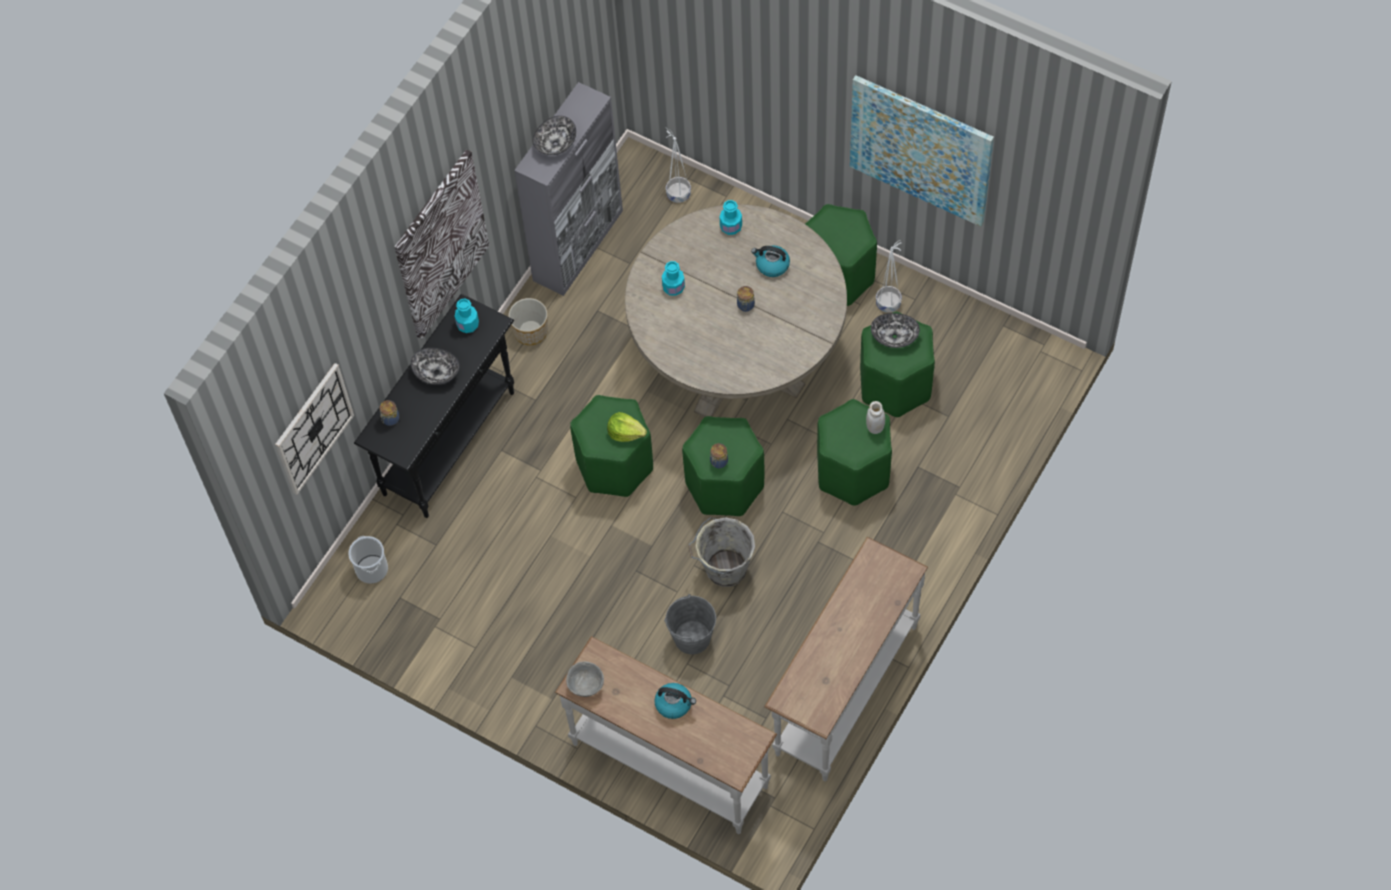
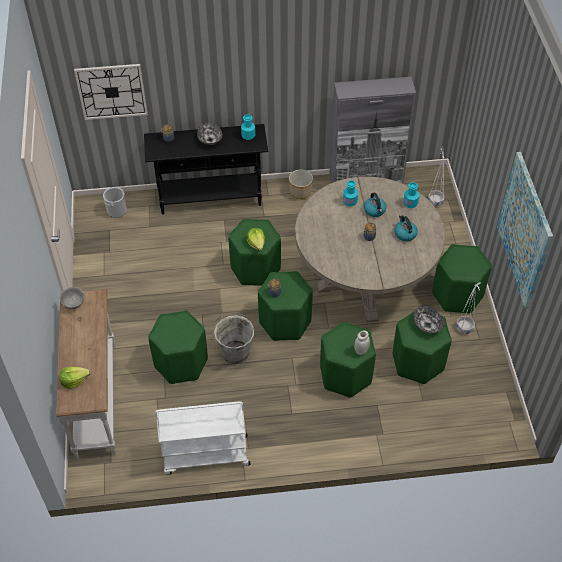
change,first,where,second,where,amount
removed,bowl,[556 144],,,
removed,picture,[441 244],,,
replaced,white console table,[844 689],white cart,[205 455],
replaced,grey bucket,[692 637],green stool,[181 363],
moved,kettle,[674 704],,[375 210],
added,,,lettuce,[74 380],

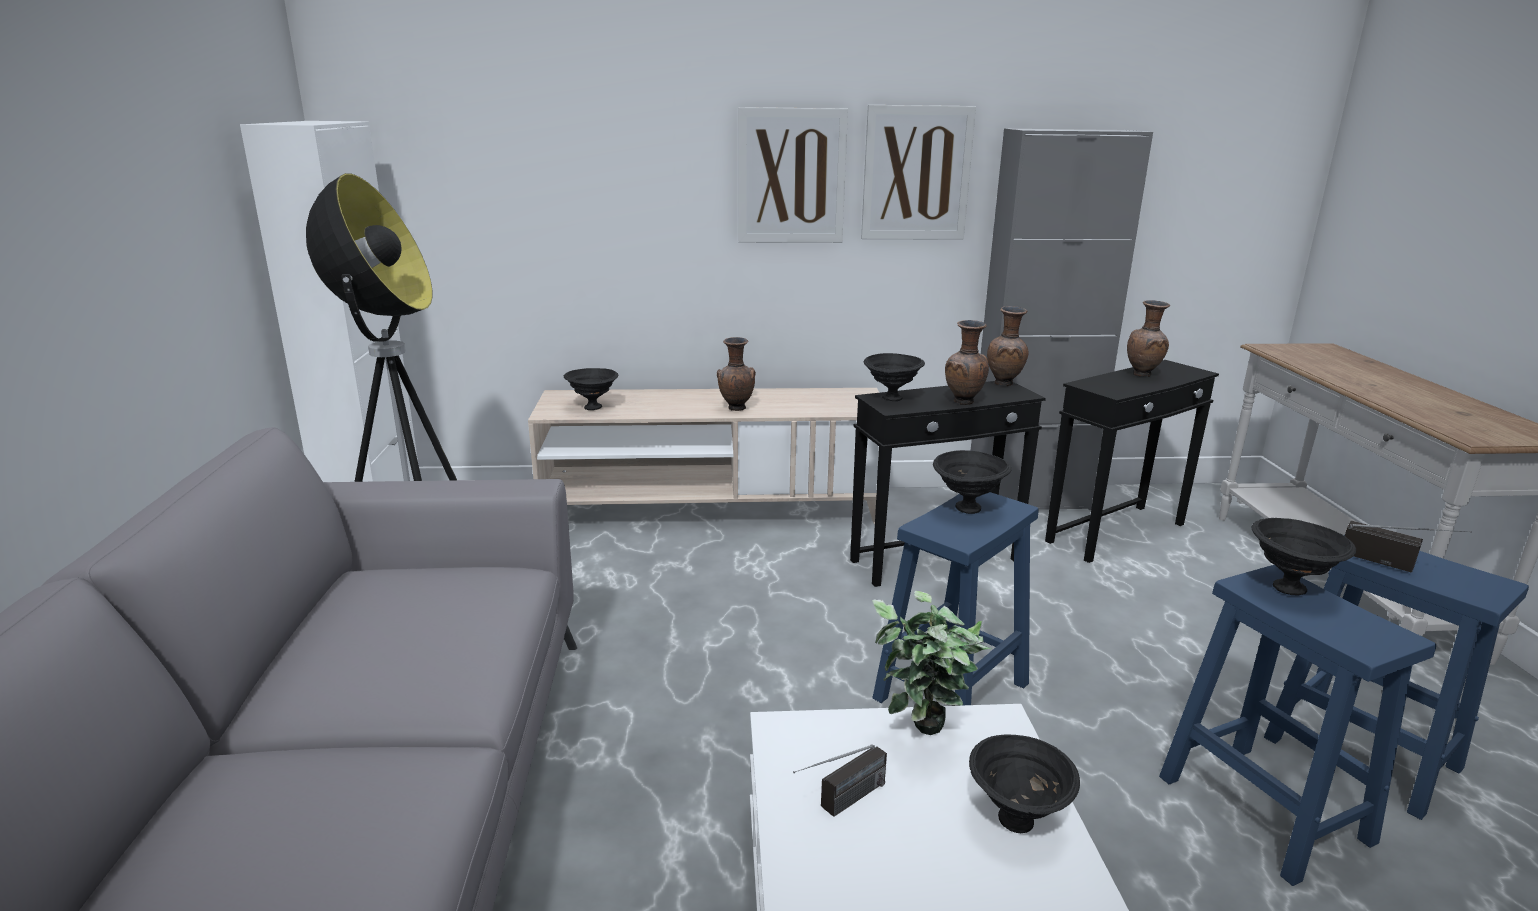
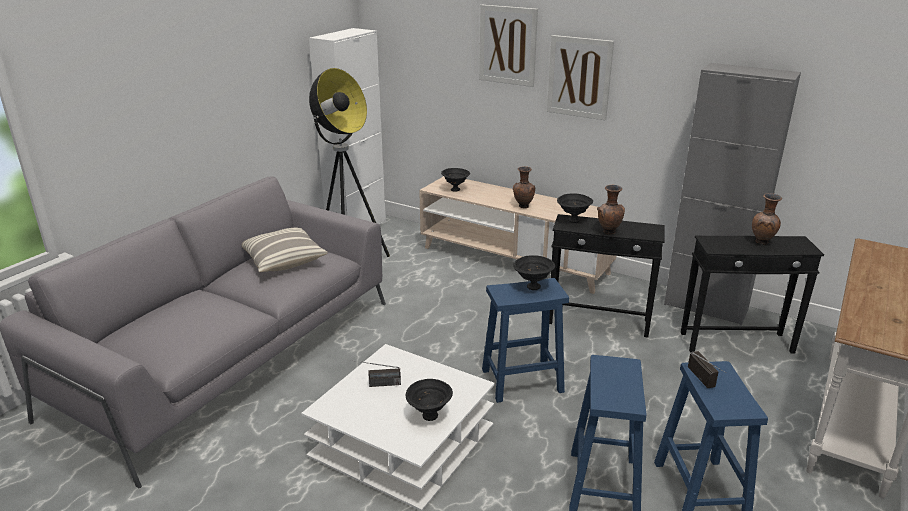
change,first,where,second,where,amount
moved,picture,[916 173],,[508 45],
removed,brown vase,[1004 384],,,
removed,black bowl,[1288 587],,,
removed,potted plant,[922 740],,,
added,,,pillow,[283 260],

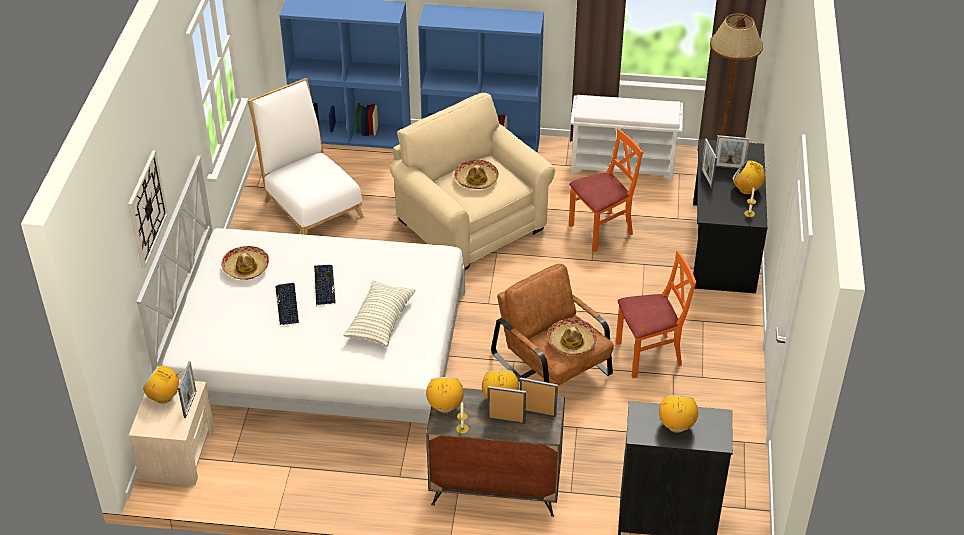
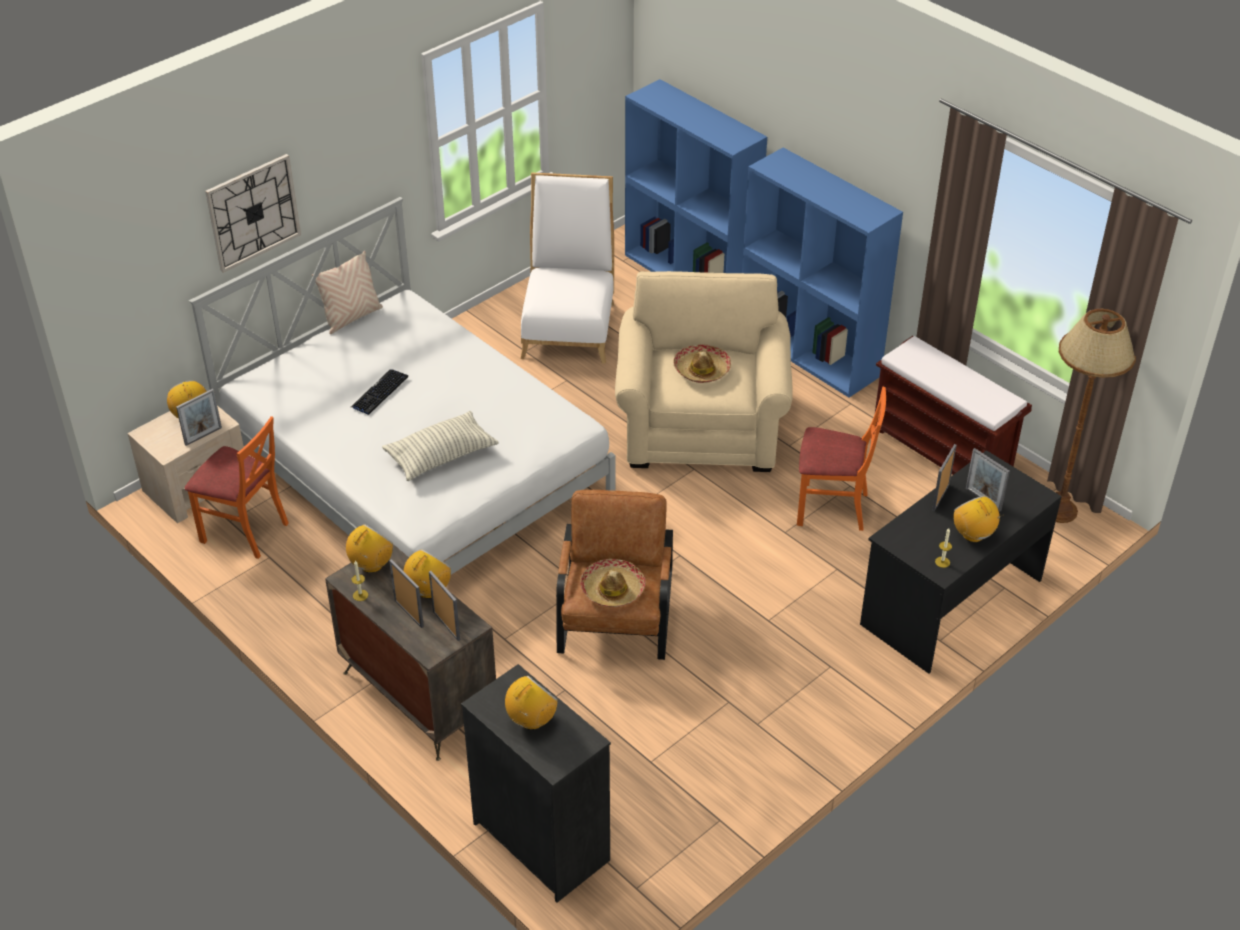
change,first,where,second,where,amount
recoloured,white bench,[623 164],brown bench,[942 452],
removed,hat,[246 267],,,
moved,orange chair,[649 355],,[245 531],
removed,keyboard,[324 285],,,
added,,,beige pillow,[352 317],

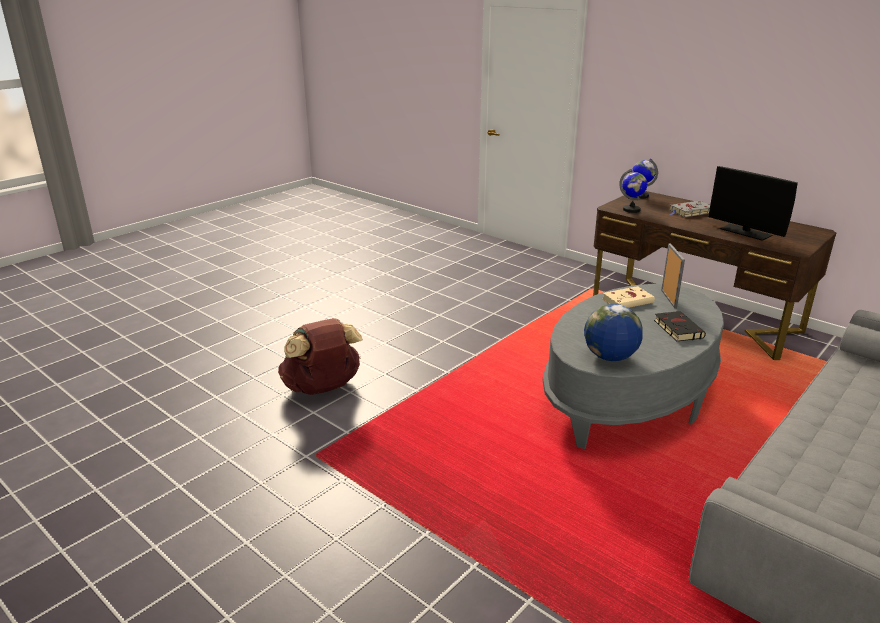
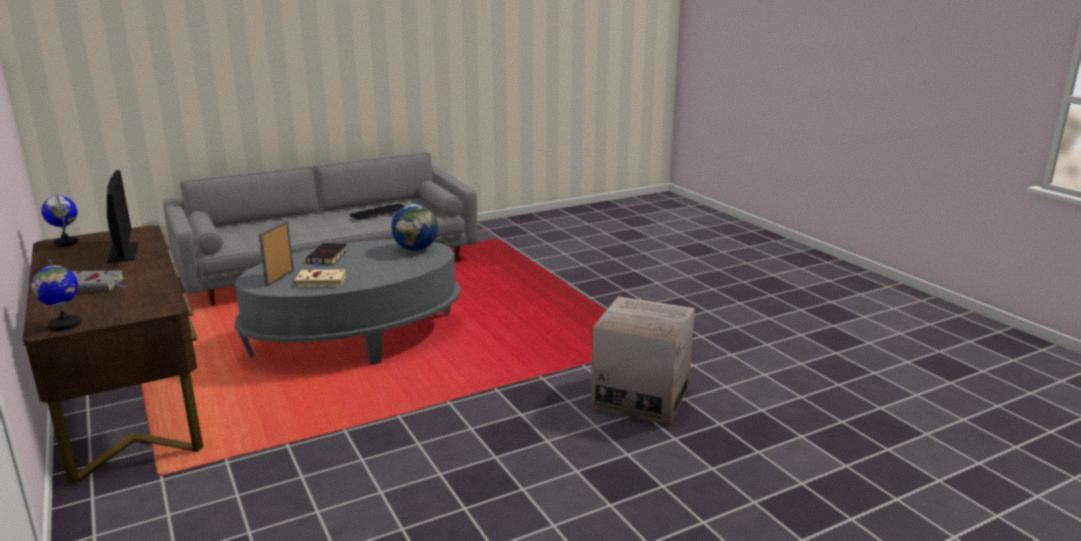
change,first,where,second,where,amount
moved,globe,[631 210],,[66 243],
replaced,brown backpack,[322 388],cardboard box,[641 397],
added,,,keyboard,[379 213],

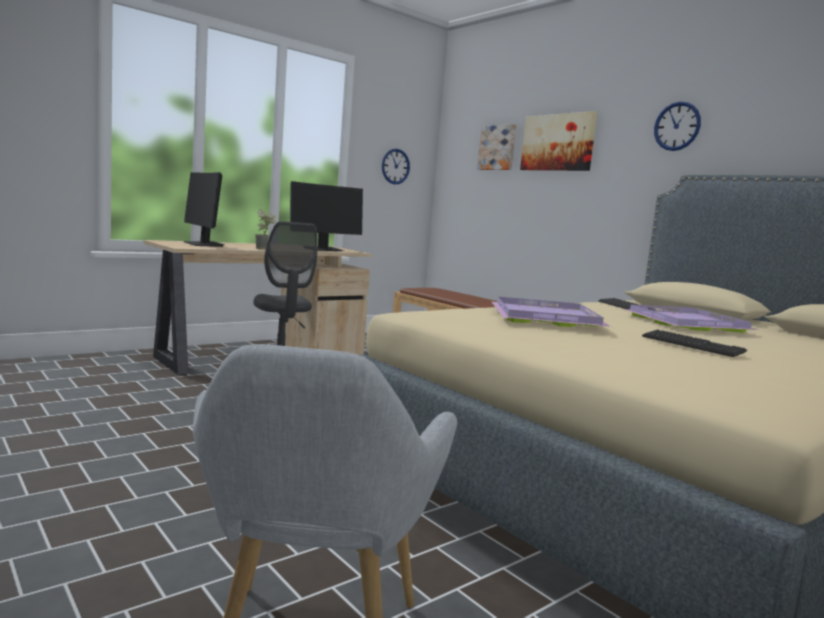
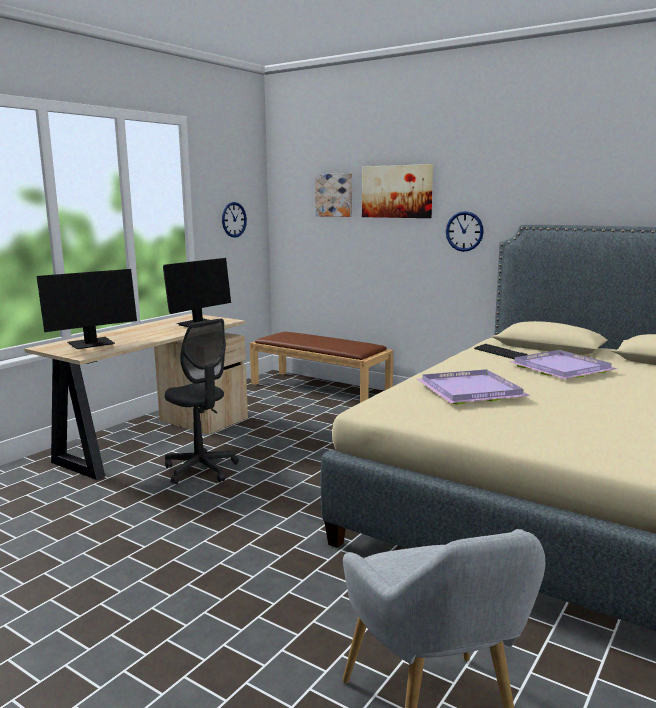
change,first,where,second,where,amount
moved,wall clock,[677 126],,[464 231],
turned,monitor,[203 244],,[91 344],75 degrees counterclockwise
removed,potted plant,[264 249],,,
removed,keyboard,[692 345],,,

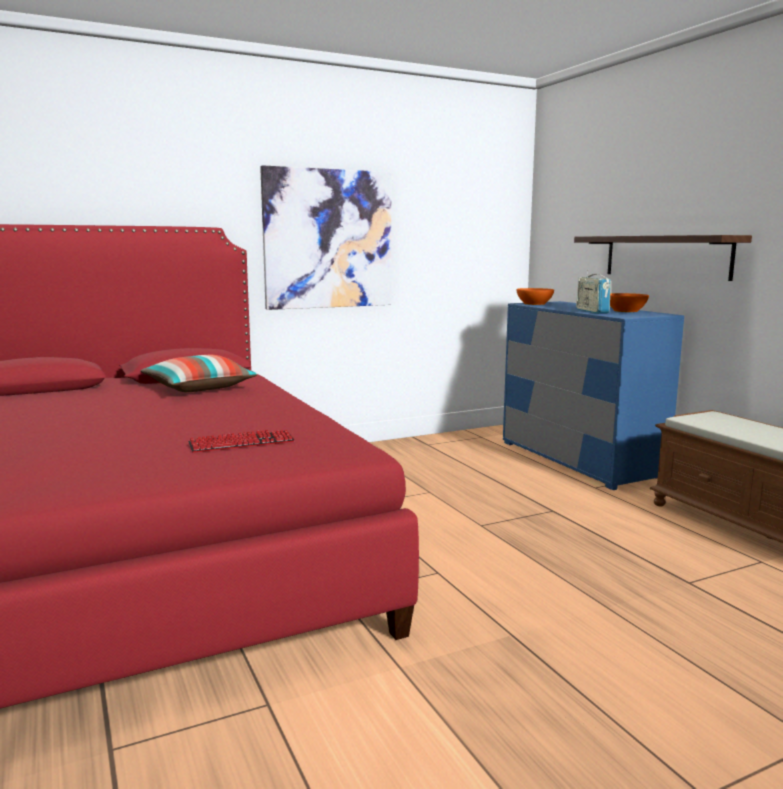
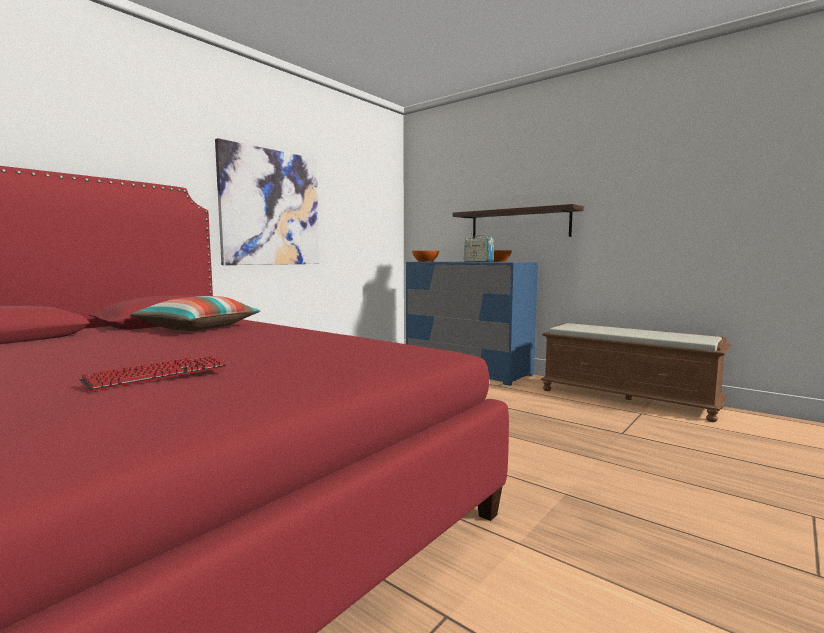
change,first,where,second,where,amount
moved,keyboard,[242 443],,[158 375],

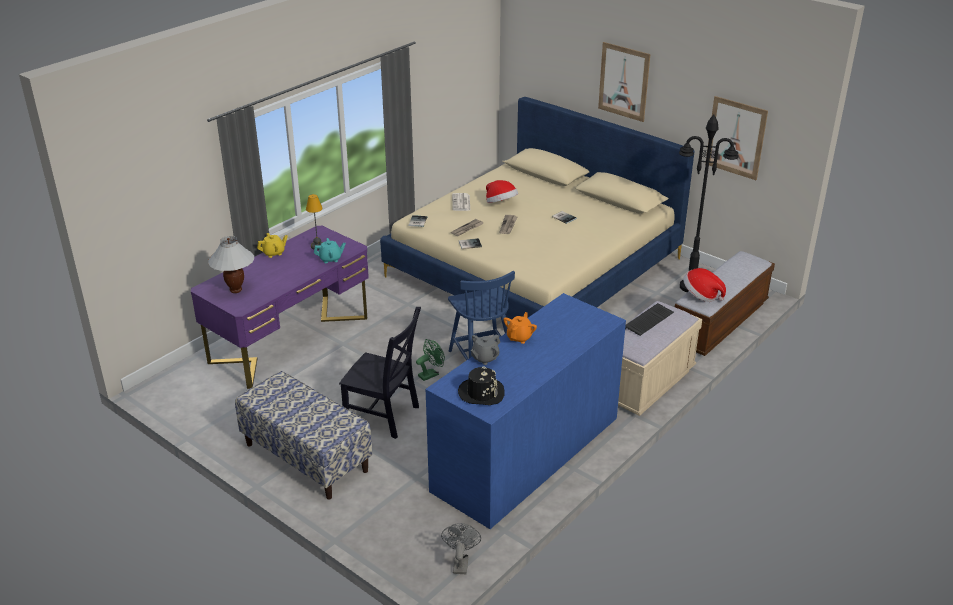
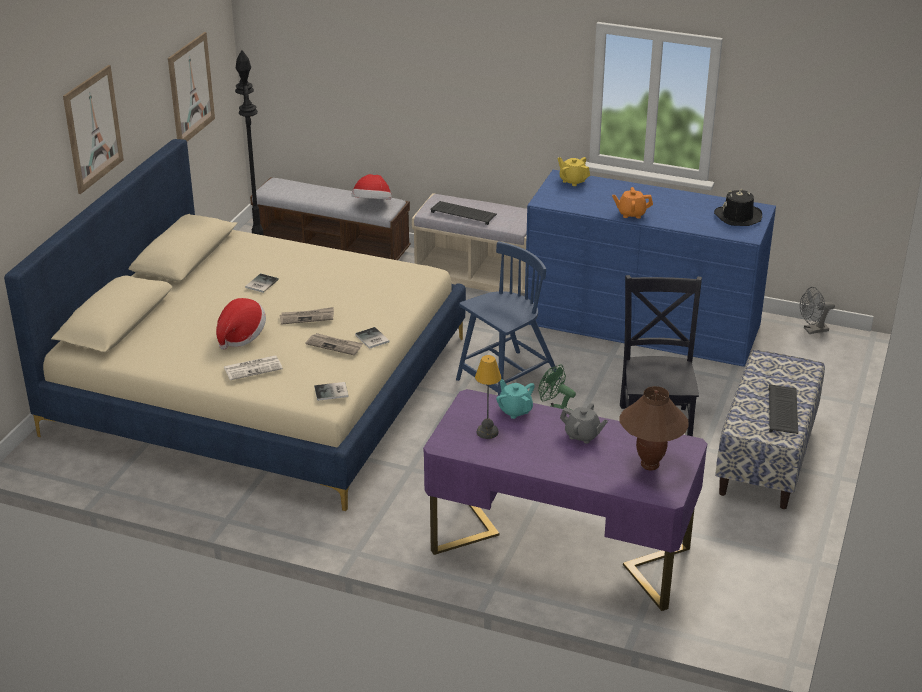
change,first,where,second,where,amount
moved,yellow teapot,[273 253],,[573 181],
recoloured,white table lamp,[235 290],brown table lamp,[650 465],
moved,grey teapot,[484 358],,[582 435],
added,,,keyboard,[783 411],

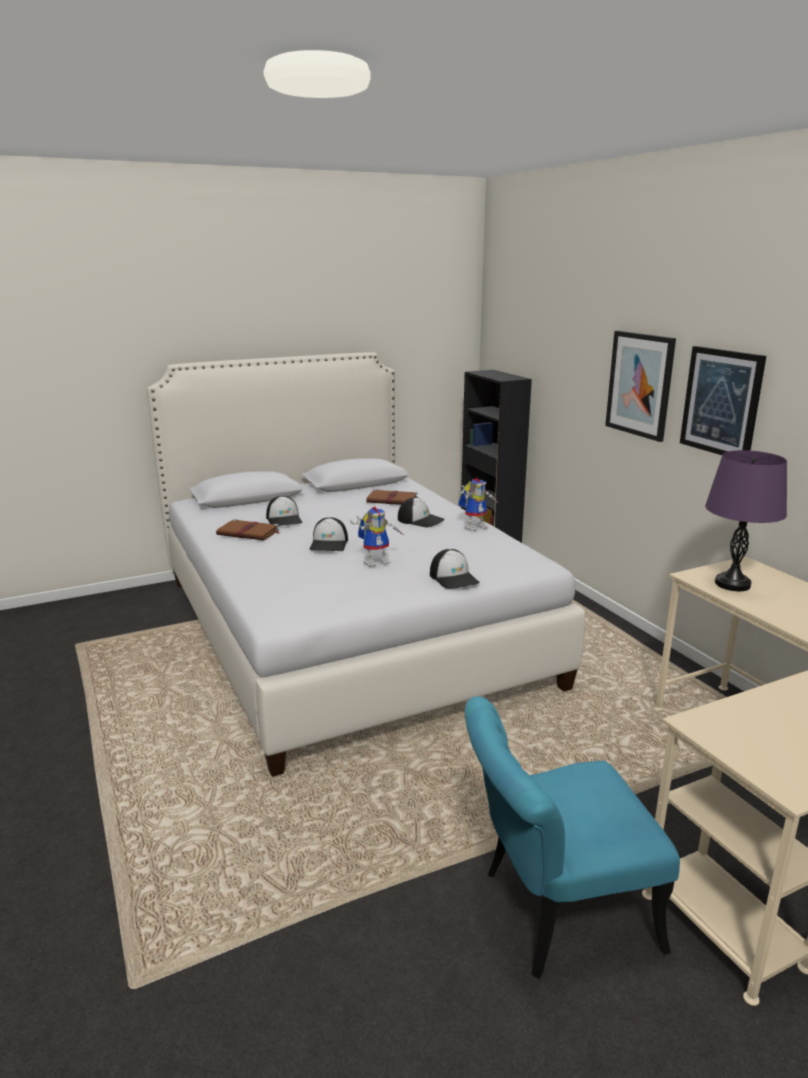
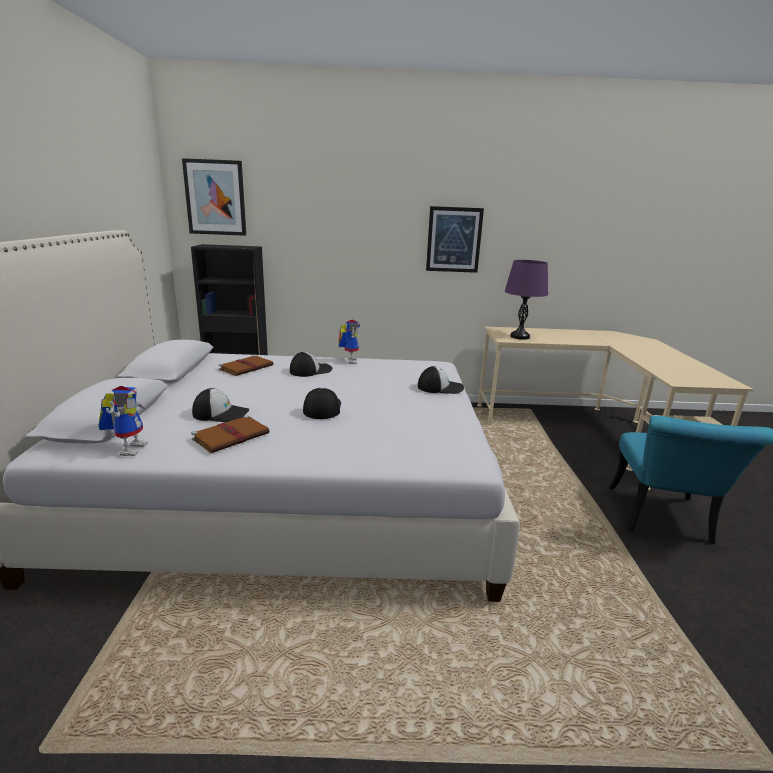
change,first,where,second,where,amount
moved,picture,[640 384],,[215 198],
moved,toy robot,[377 561],,[130 448],
turned,cap,[329 543],,[322 408],120 degrees counterclockwise

